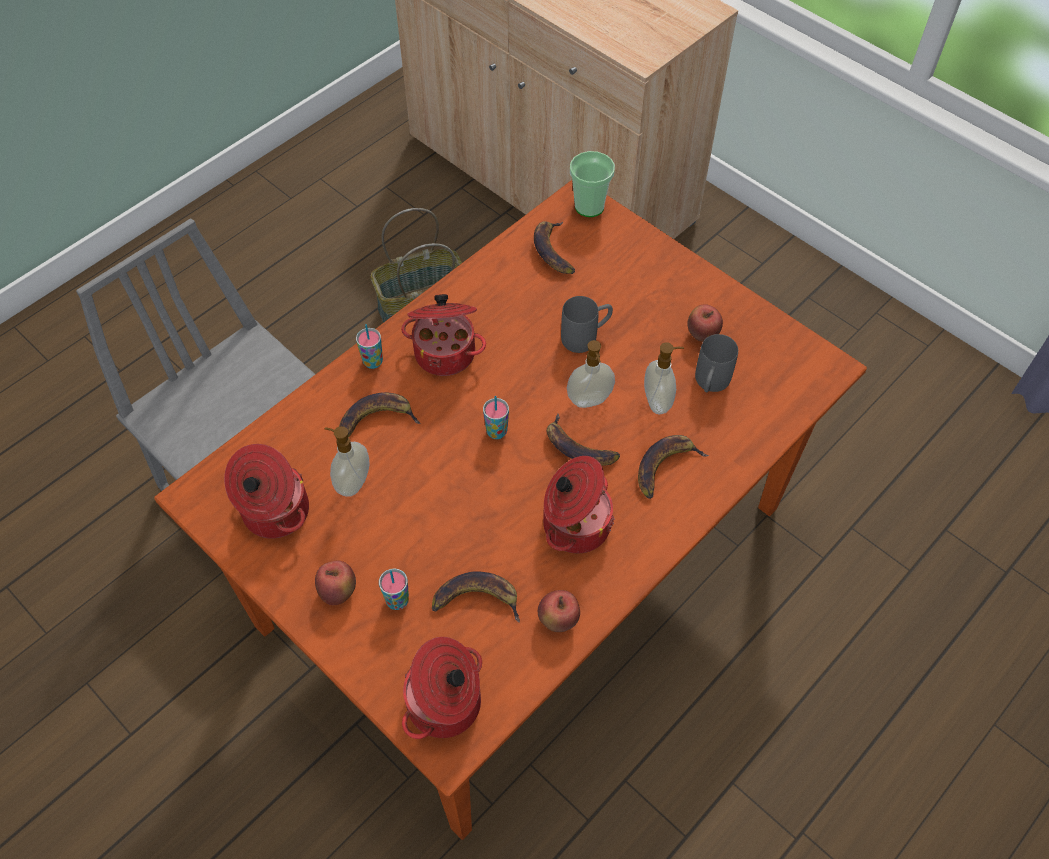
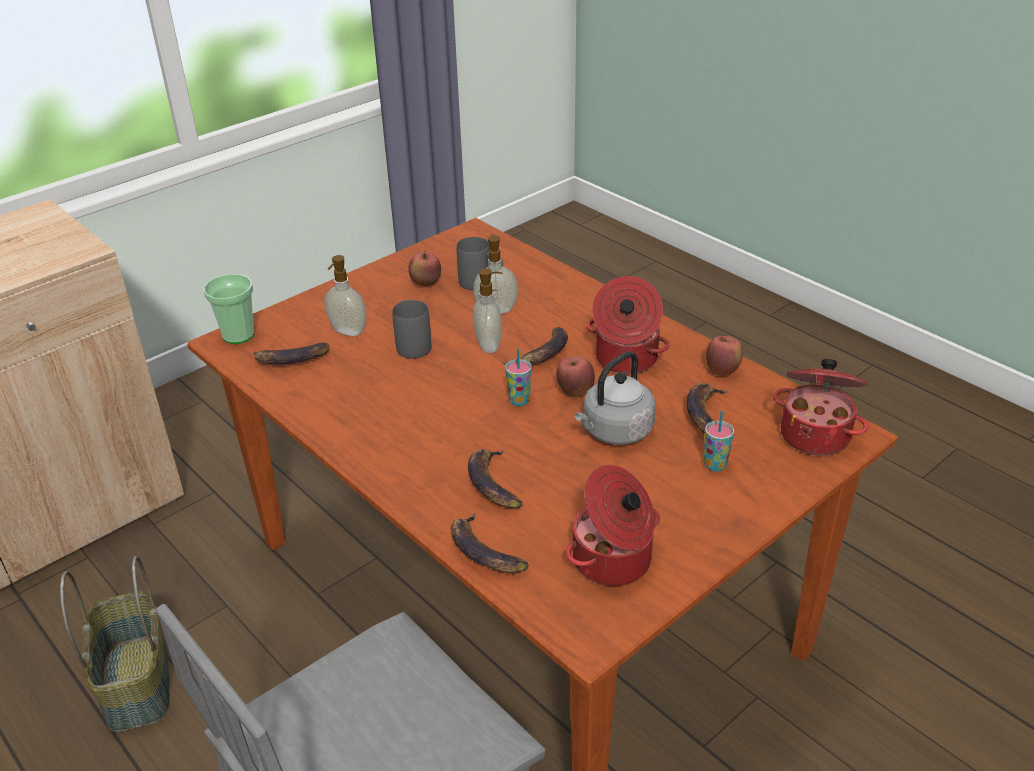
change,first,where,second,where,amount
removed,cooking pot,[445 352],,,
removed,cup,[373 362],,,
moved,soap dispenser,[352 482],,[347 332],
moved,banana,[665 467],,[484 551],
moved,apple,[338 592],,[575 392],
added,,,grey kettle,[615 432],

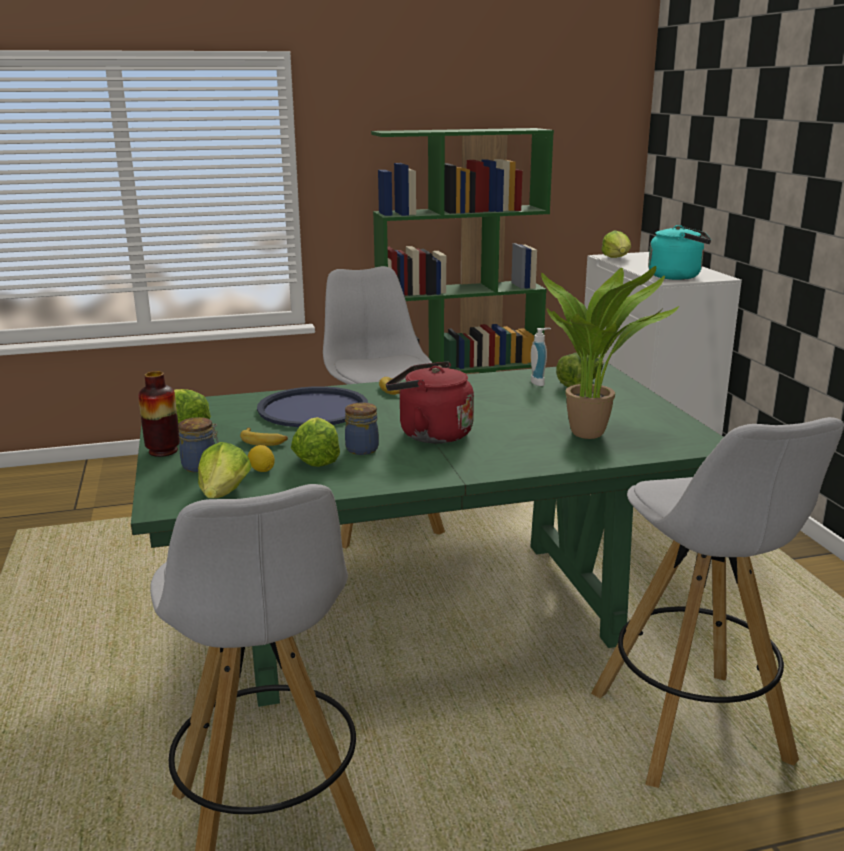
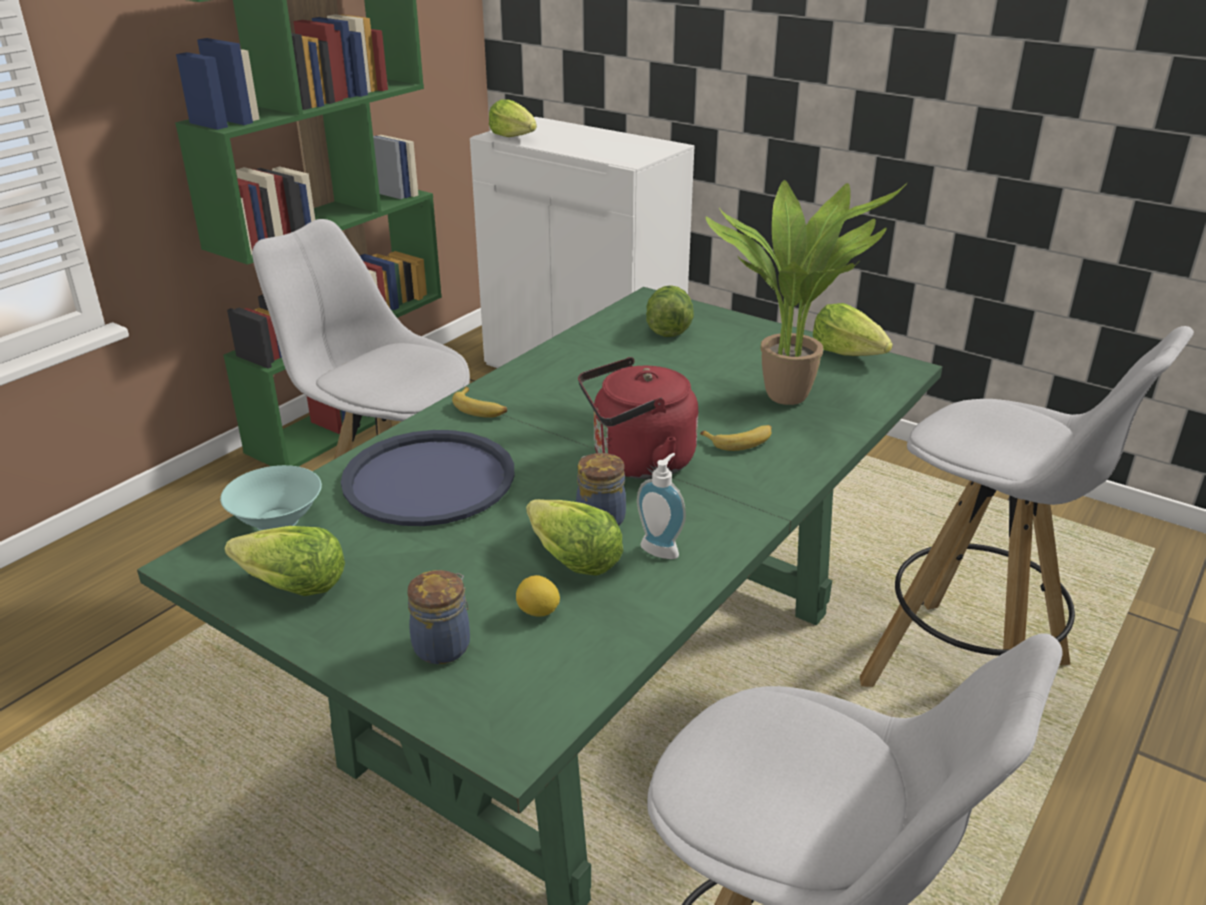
change,first,where,second,where,amount
removed,turquoise kettle,[677 276],,,
moved,soap dispenser,[540 382],,[662 548],
removed,vase,[163 451],,,
moved,banana,[264 441],,[740 441],
moved,lettuce,[224 494],,[848 353],
added,,,turquoise bowl,[278 520],

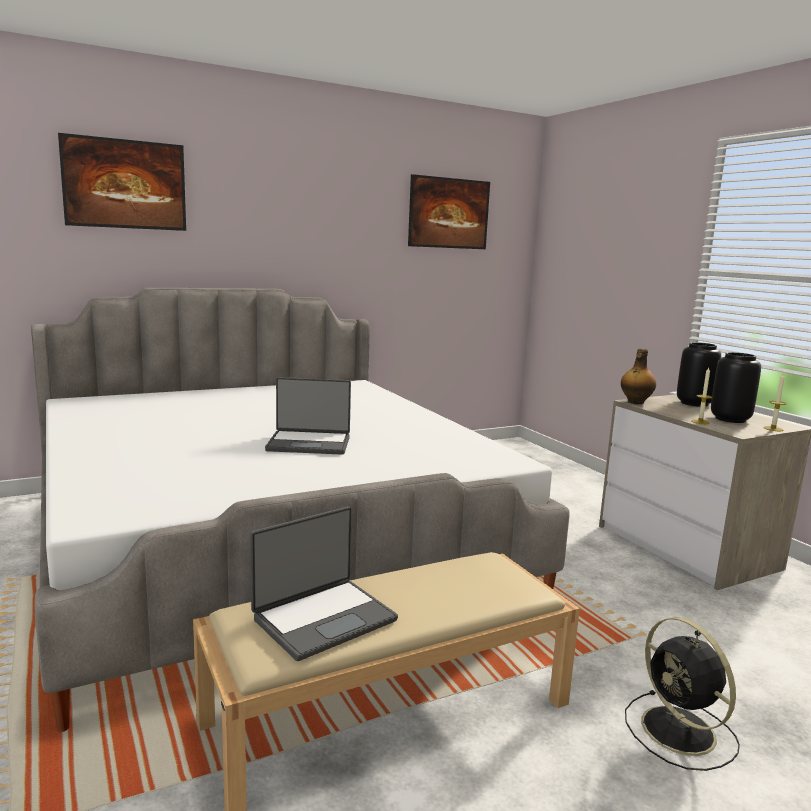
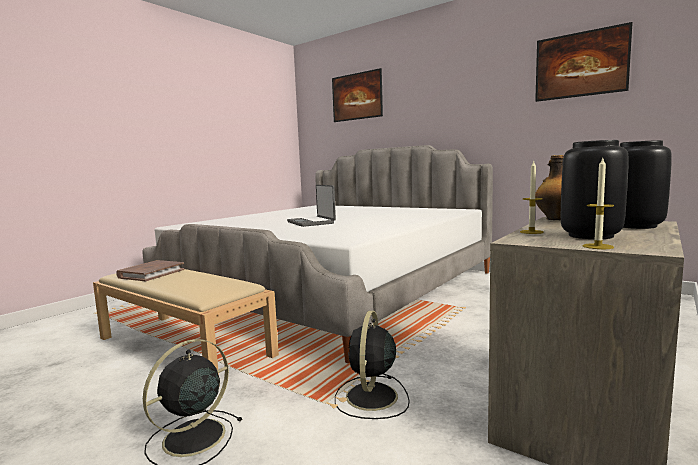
change,first,where,second,where,amount
replaced,laptop,[323 618],brown book,[151 273],
added,,,black fan,[371 398],

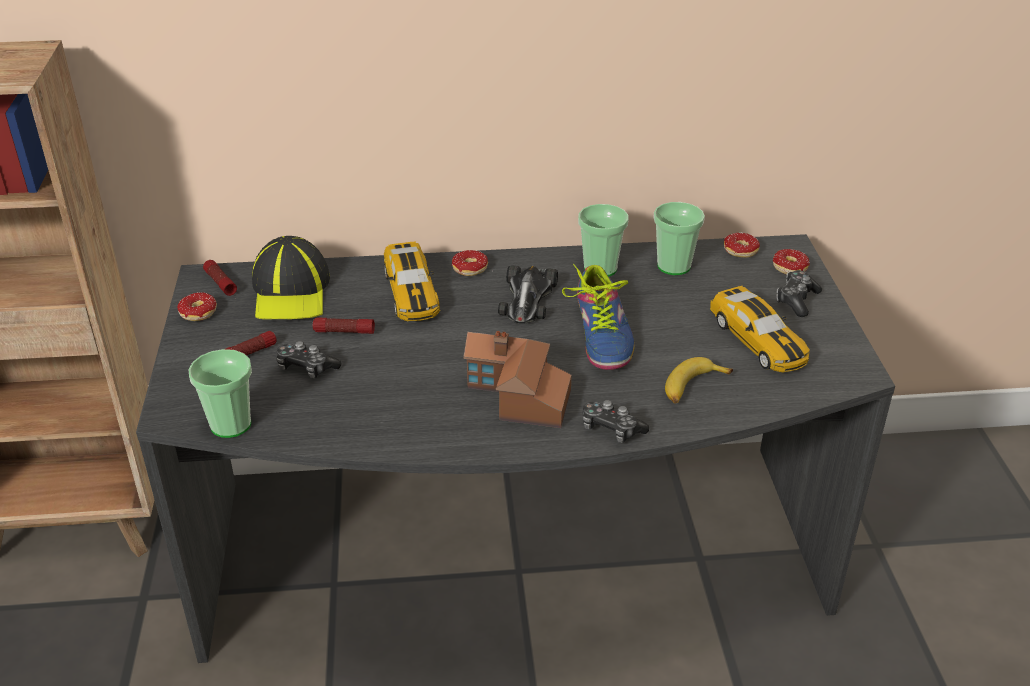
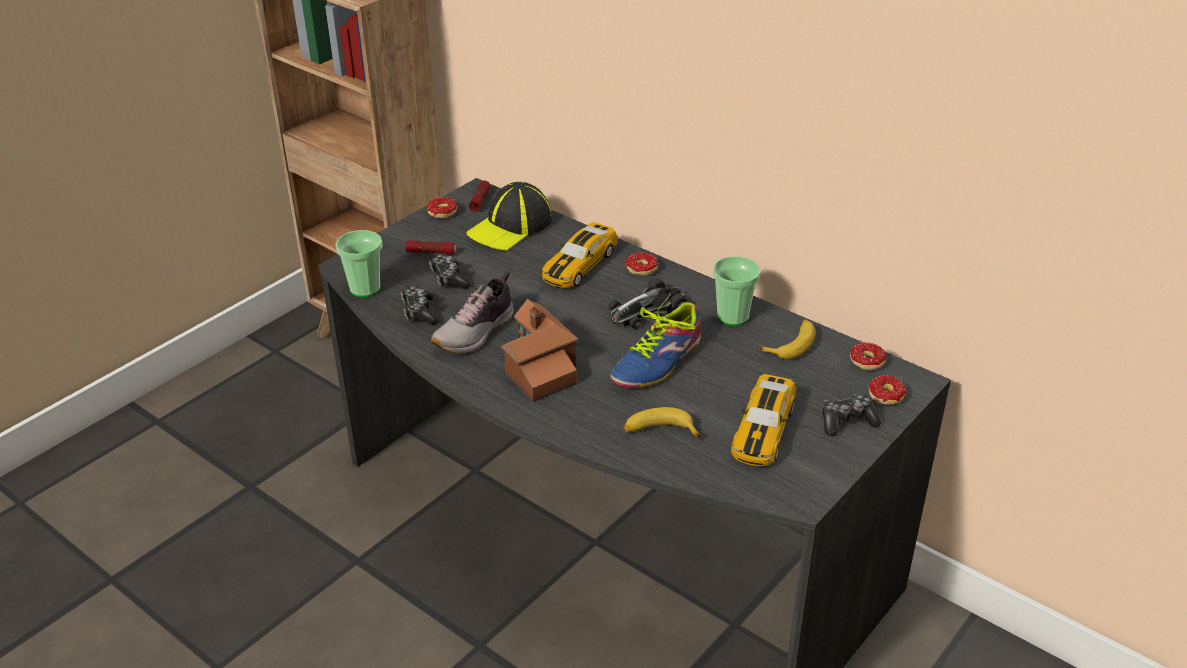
change,first,where,second,where,amount
replaced,cup,[674 266],banana,[791 344],
removed,flashlight,[344 332],,,
moved,game controller,[611 429],,[420 312],
added,,,shoe,[476 332],

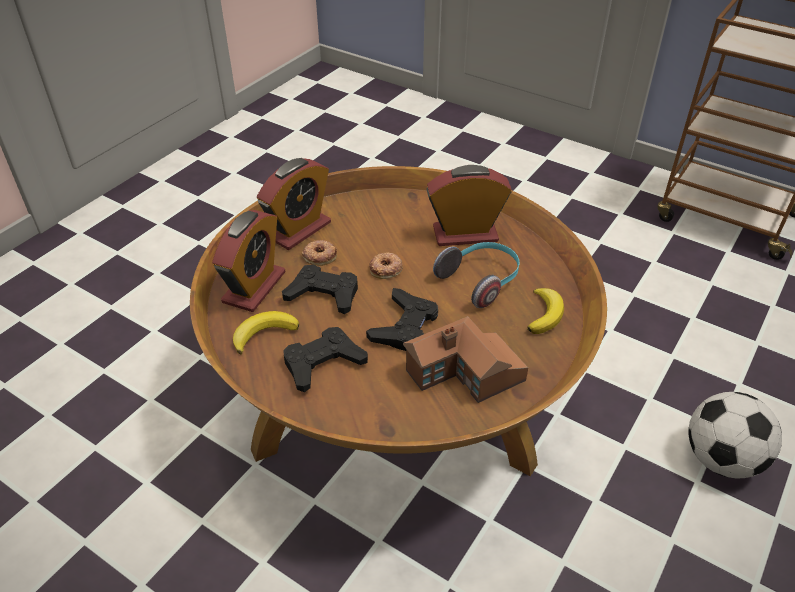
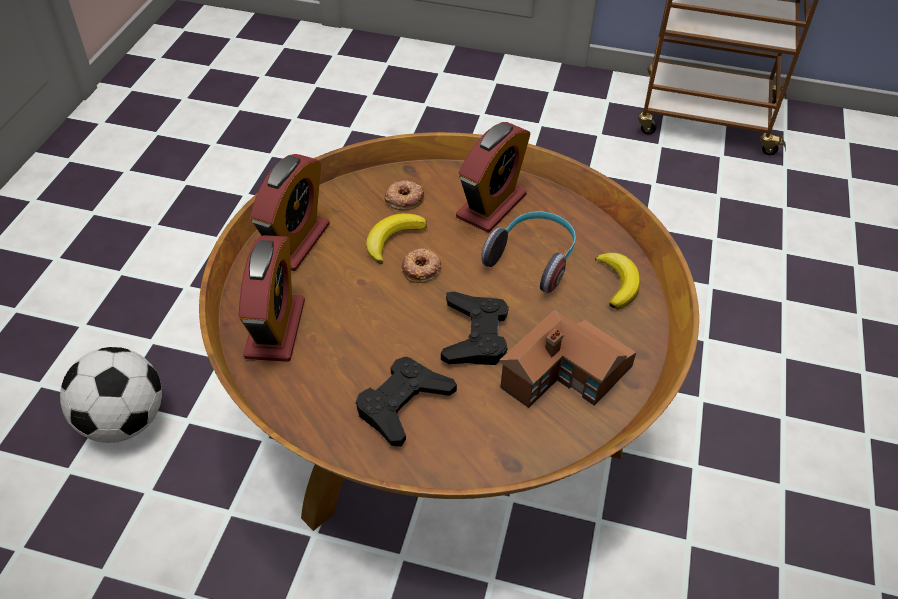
change,first,where,second,where,amount
turned,alarm clock,[465 234],,[491 206],150 degrees clockwise
moved,donut,[320 255],,[404 198],
removed,black game controller,[323 294],,,
moved,banana,[264 333],,[392 239],
moved,football,[721 459],,[124 421],

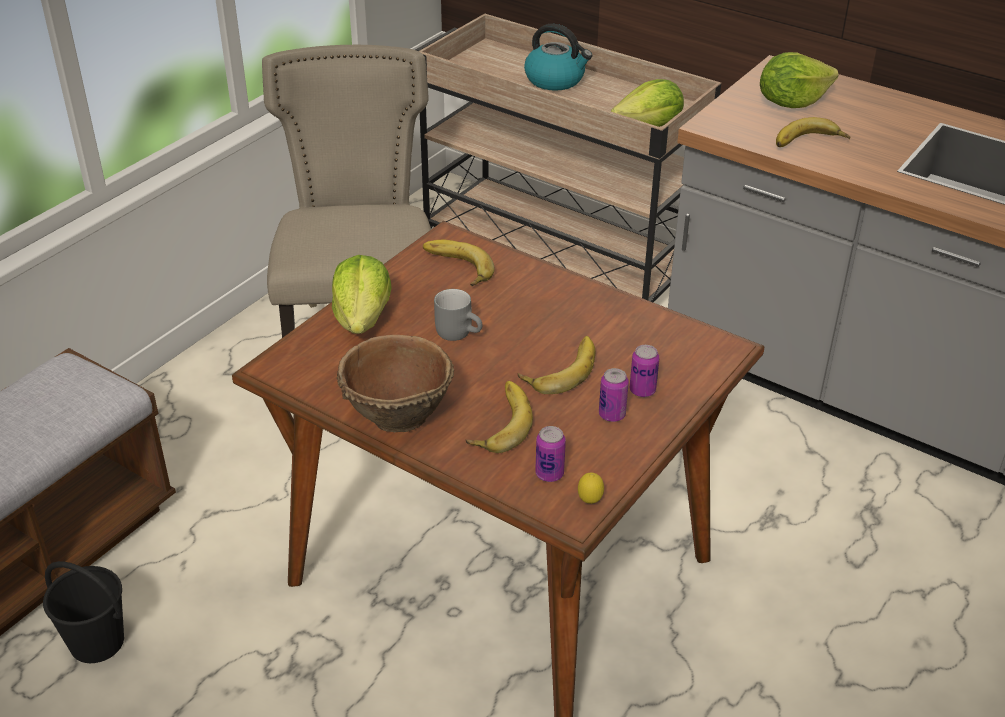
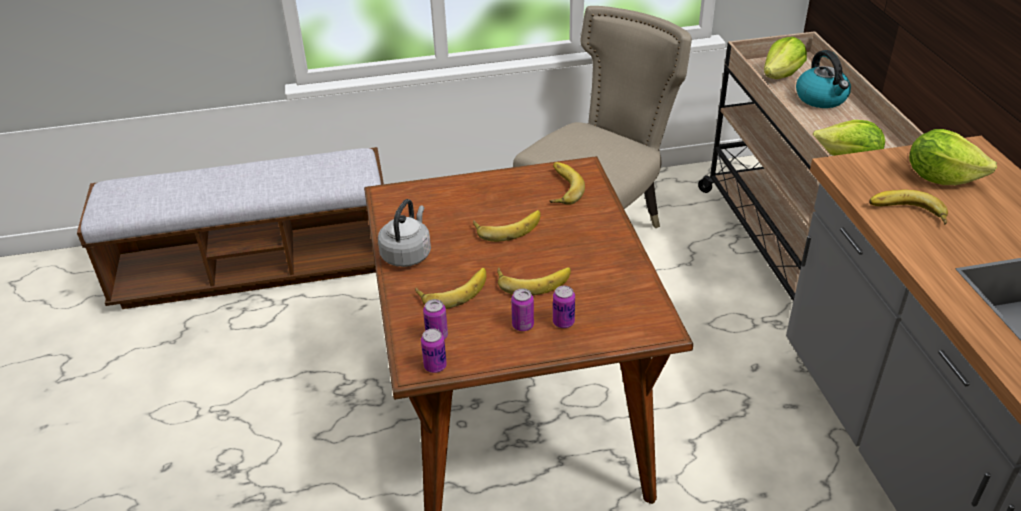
change,first,where,second,where,amount
moved,lettuce,[363 318],,[781 76],
replaced,grey mug,[459 332],banana,[507 226],
replaced,brown bowl,[397 415],grey kettle,[407 254],
replaced,lemon,[589 501],can,[435 366],
removed,black bucket,[98 642],,,

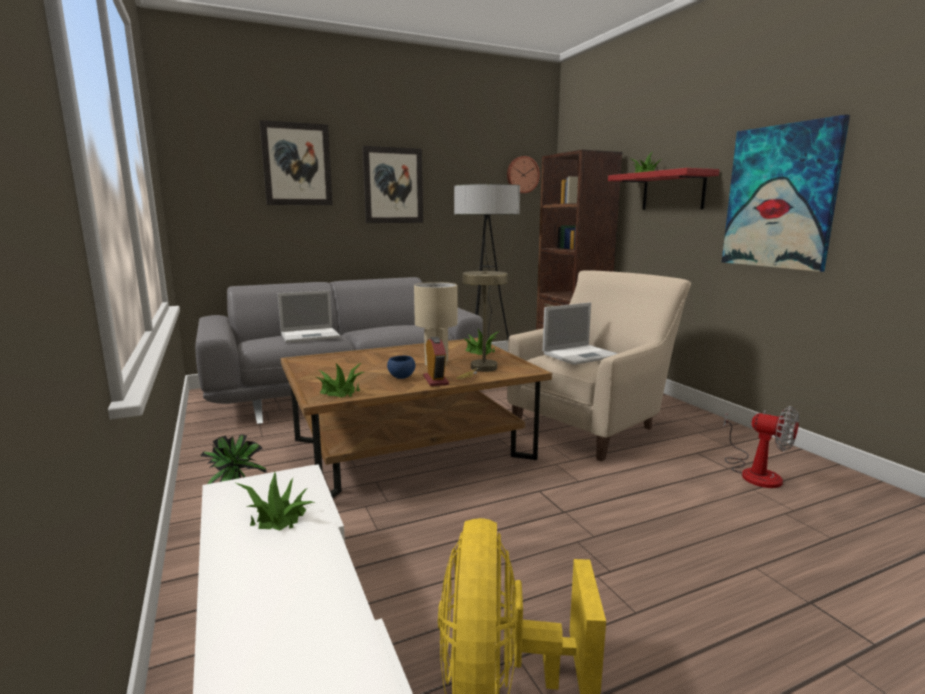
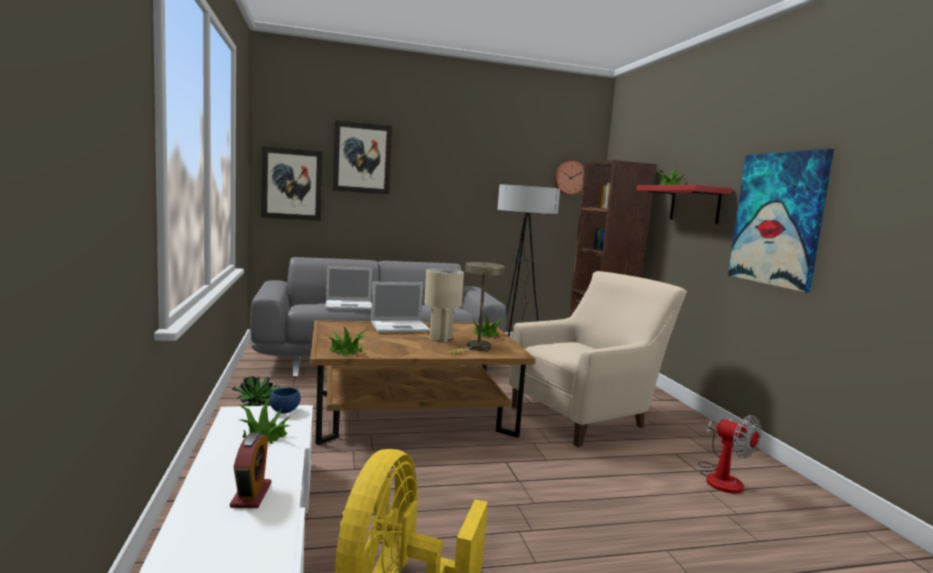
change,first,where,second,where,amount
moved,picture,[393 185],,[292 184],
moved,laptop,[581 355],,[401 327],
moved,alarm clock,[435 380],,[251 495],
moved,blue bowl,[401 377],,[285 411],

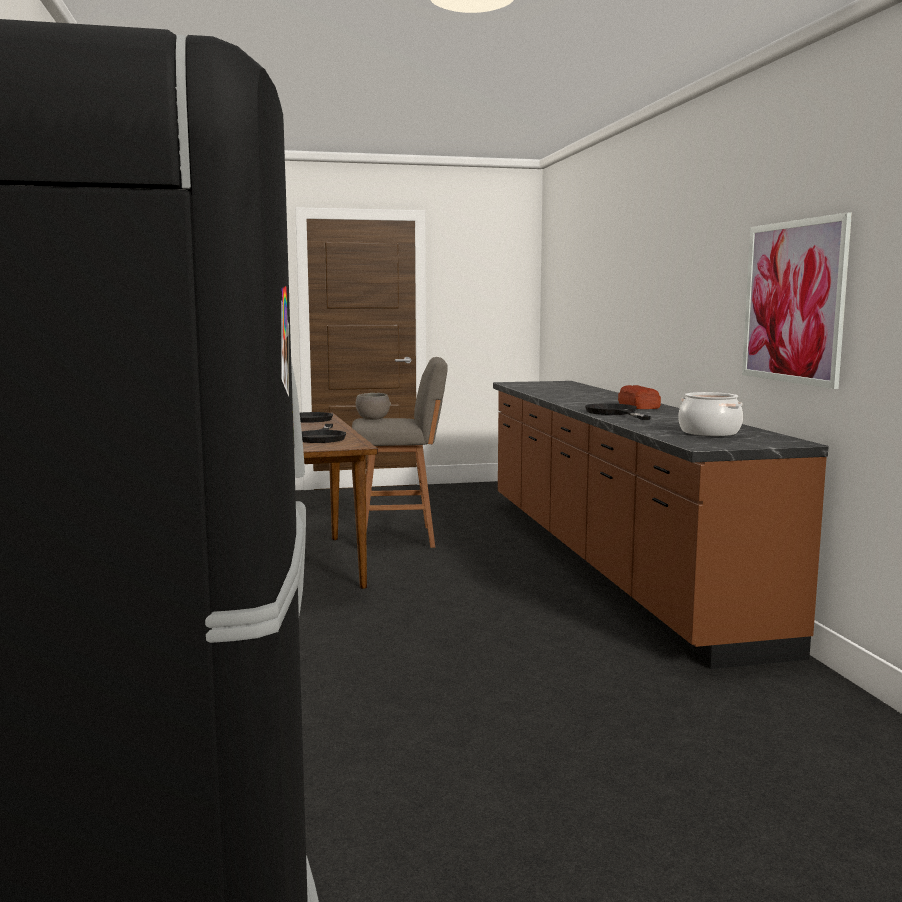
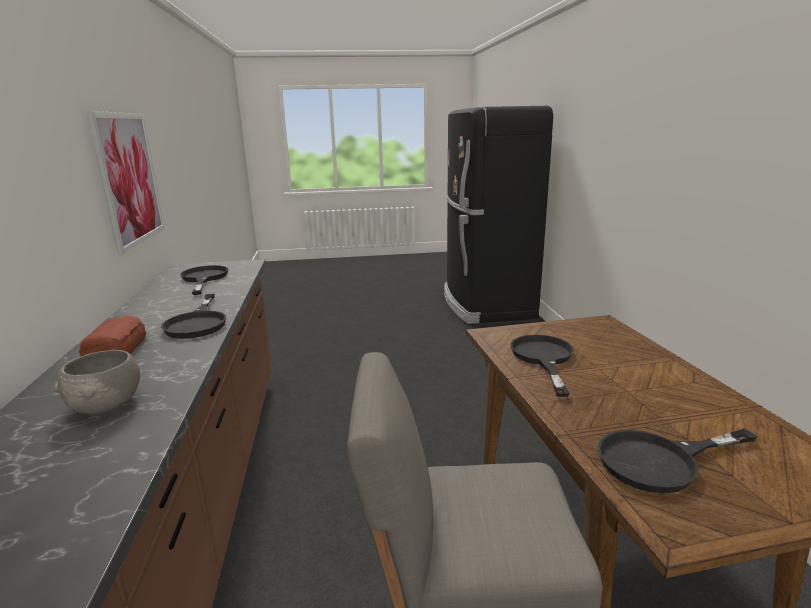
change,first,where,second,where,amount
replaced,cooking pot,[710 432],black frying pan,[204 278],
moved,grey bowl,[372 418],,[106 405],

